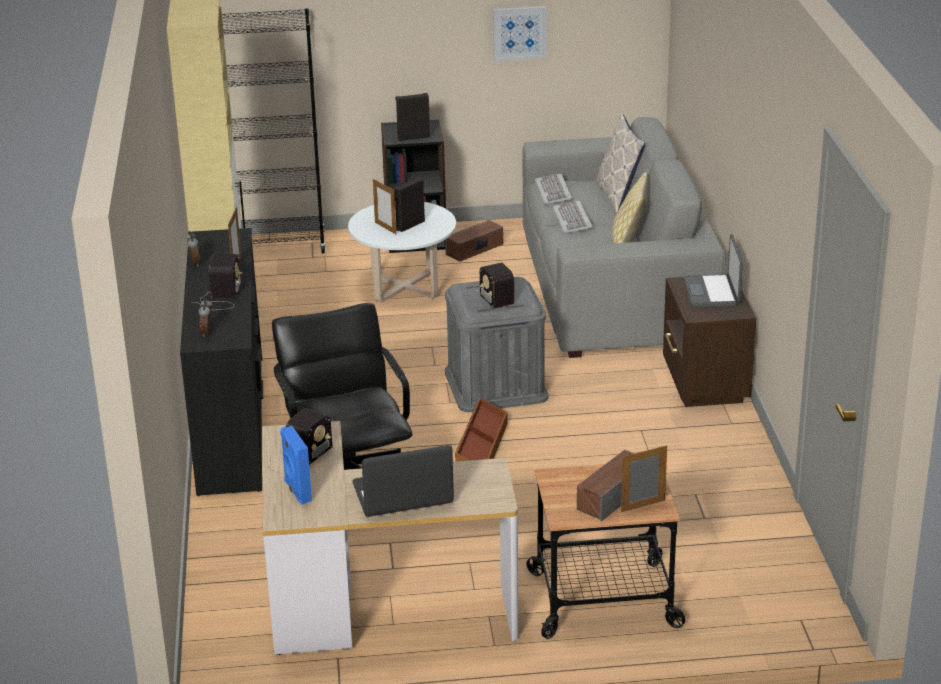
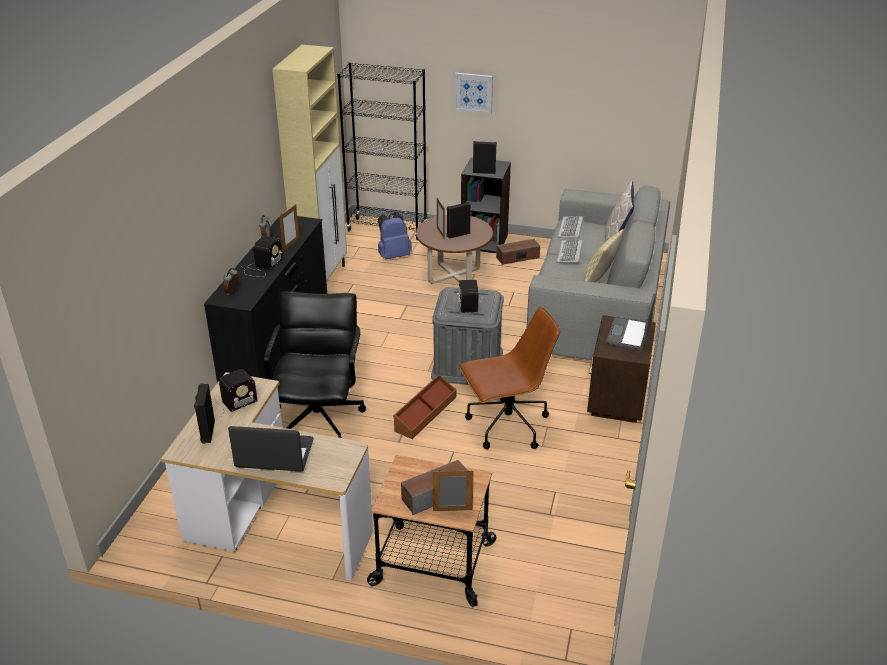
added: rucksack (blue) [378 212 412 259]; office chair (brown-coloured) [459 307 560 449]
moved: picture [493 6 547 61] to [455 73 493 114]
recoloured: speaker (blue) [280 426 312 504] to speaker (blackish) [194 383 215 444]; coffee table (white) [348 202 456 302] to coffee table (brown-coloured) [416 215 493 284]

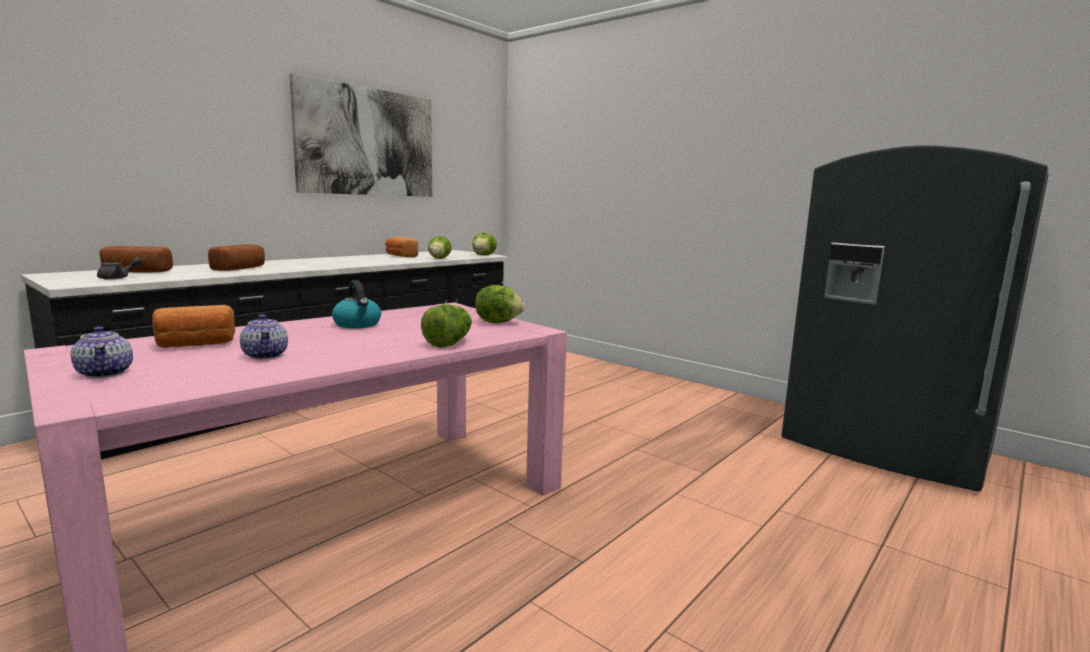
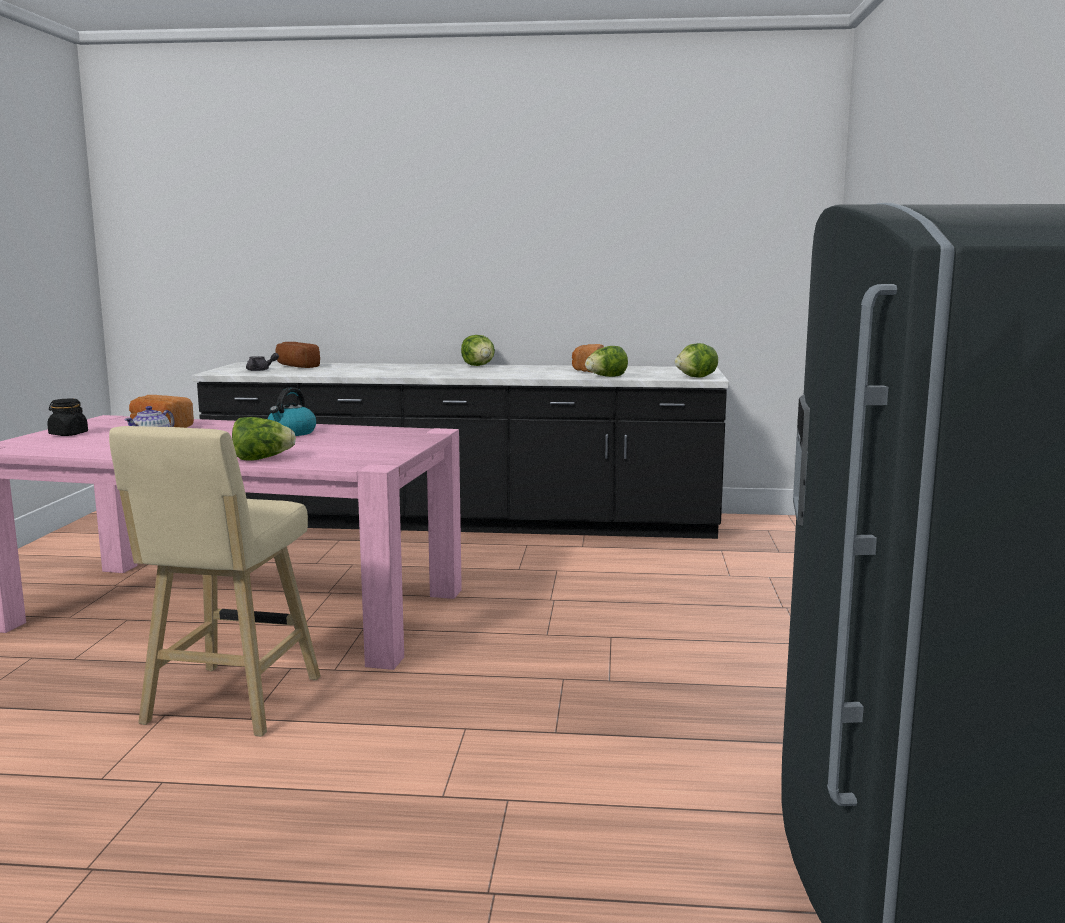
removed: bread [208 244 265 271]; picture [289 73 432 197]
added: stool seat (beige-coloured) [109 426 321 737]
moved: lettuce head [475 285 525 323] to [461 335 495 366]
replaced: tea pot [71 326 133 378] to storage jar (blackish) [47 399 88 436]

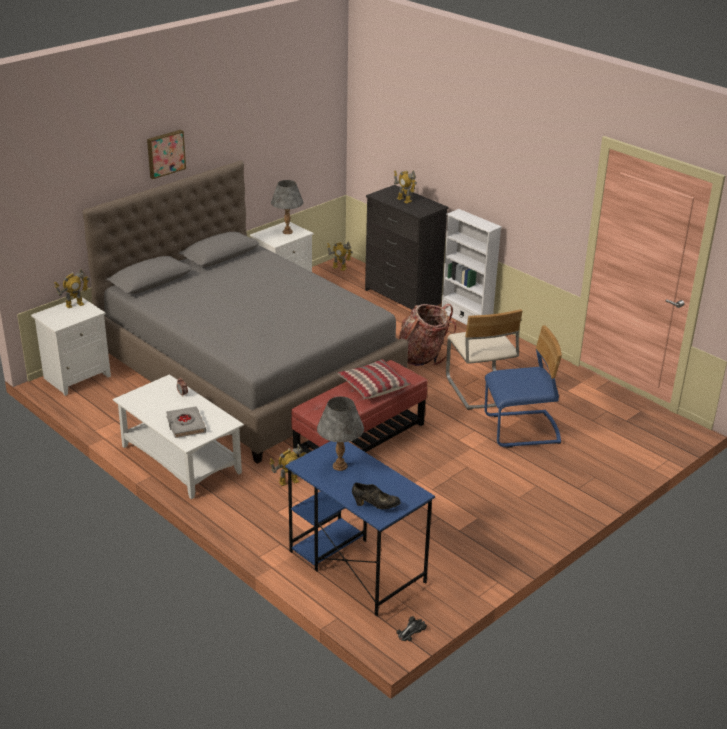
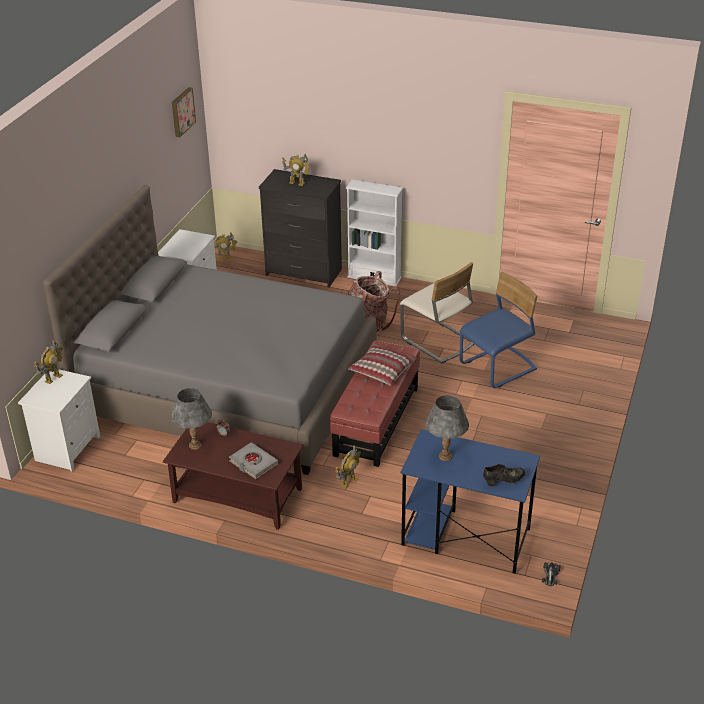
moved: tabletop lamp (grey) [271 180 304 234] to [171 388 212 450]; picture [147 130 186 179] to [172 87 196 137]
recoloured: coffee table (white) [113 375 244 499] to coffee table (brown-coloured) [163 422 303 530]

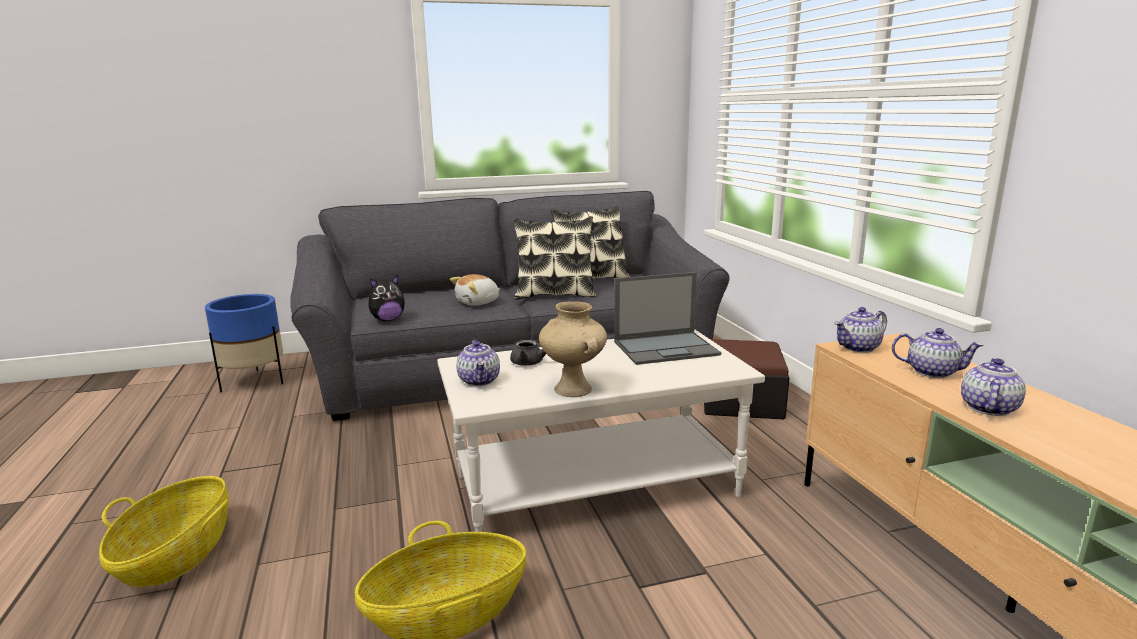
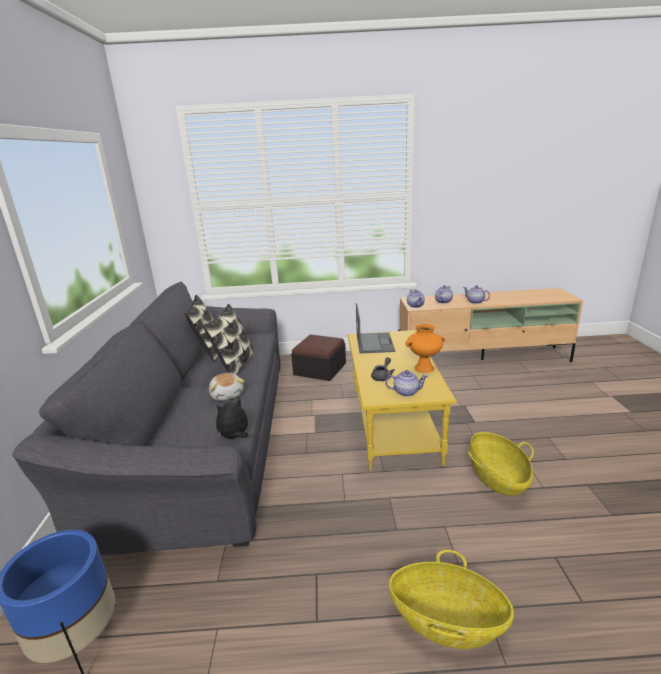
recoloured: coffee table (white) [437 330 765 532] to coffee table (yellow) [348 330 456 471]; vase (beige-coloured) [539 301 607 397] to vase (orange-coloured) [405 324 445 373]
turned: plush toy [368 275 405 321] = [216 398 248 439] 105 degrees counterclockwise

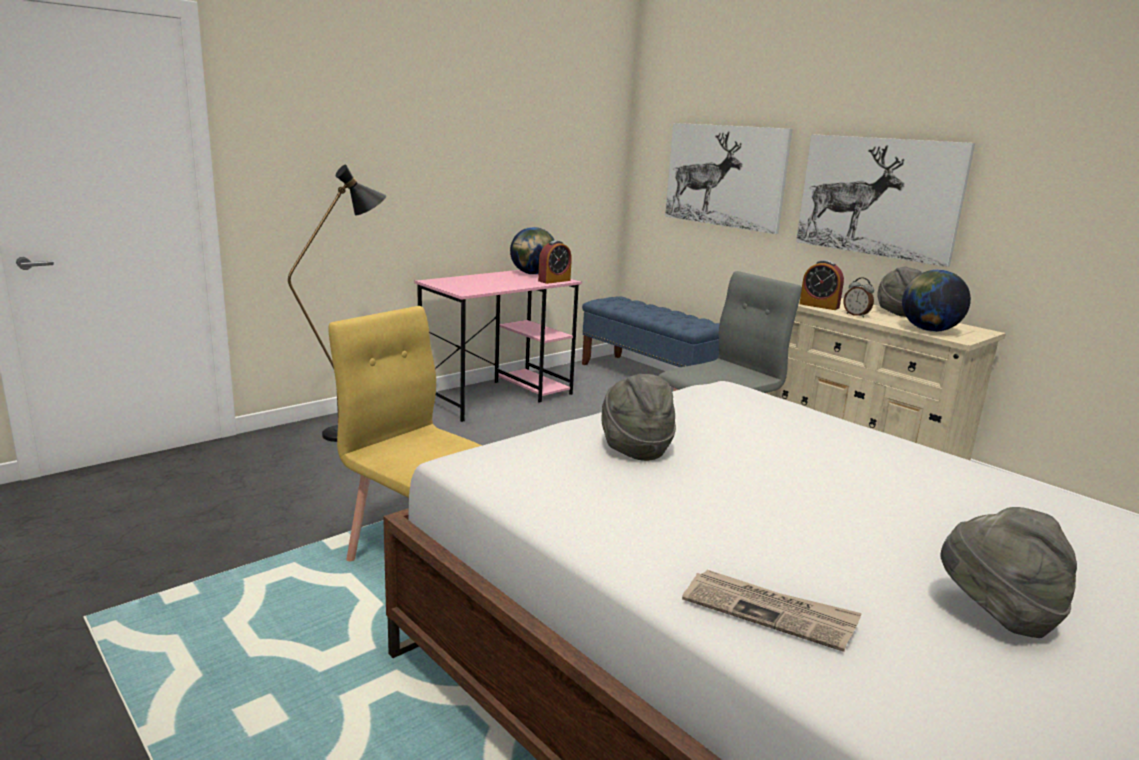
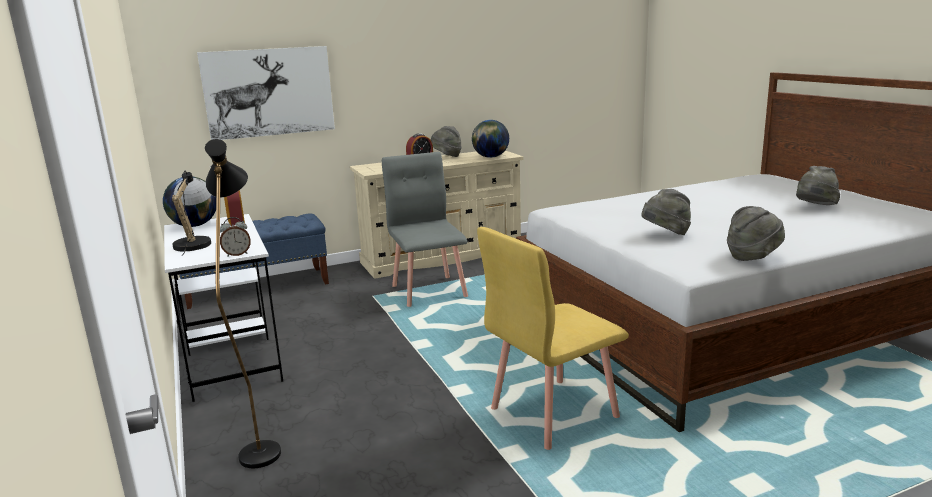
removed: newspaper [682 570 861 652]; picture [796 134 975 267]
added: tabletop lamp [172 171 211 255]; wearable hat (grey) [727 206 785 261]
moved: alarm clock [843 277 874 318] to [220 217 251 257]
recoloured: desk (pinkish) [414 270 582 422] to desk (white) [164 214 283 402]

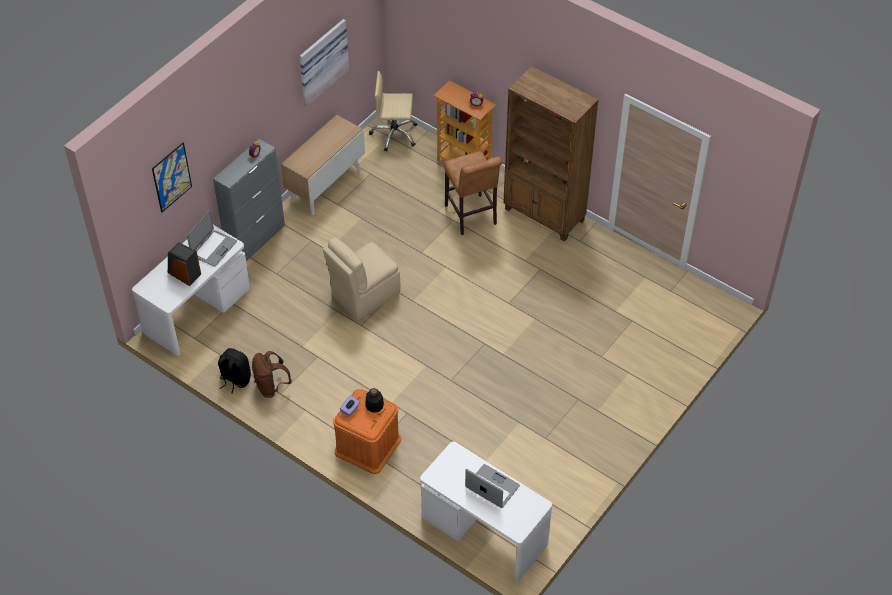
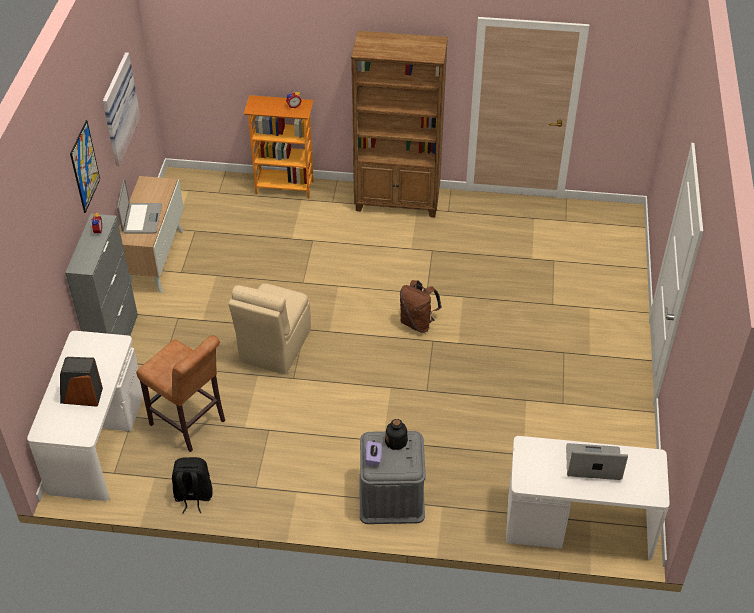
removed: office chair (beige-coloured) [369 71 417 152]
moved: picture [152 143 192 212] to [70 120 100 213]; notebook computer [187 211 237 266] to [117 179 162 234]; stool seat (brown-coloured) [444 151 502 235] to [136 335 225 452]; rucksack (brown-coloured) [252 351 292 398] to [400 280 441 333]
recoloured: storage container (orange-coloured) [333 389 401 474] to storage container (grey) [359 431 426 524]

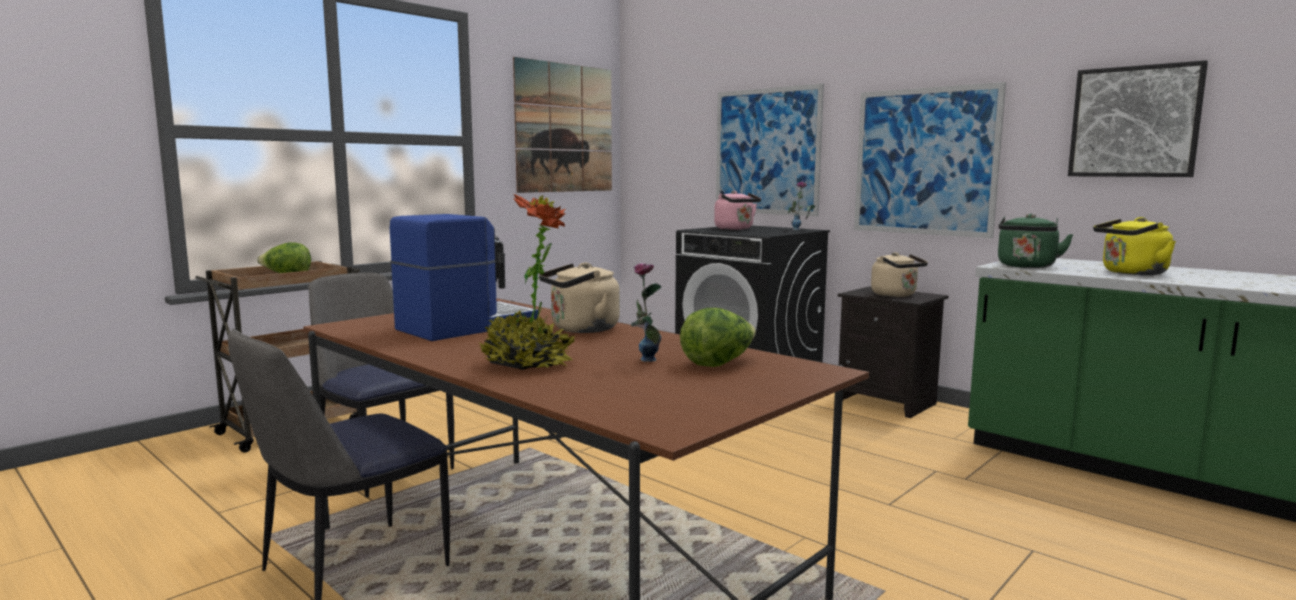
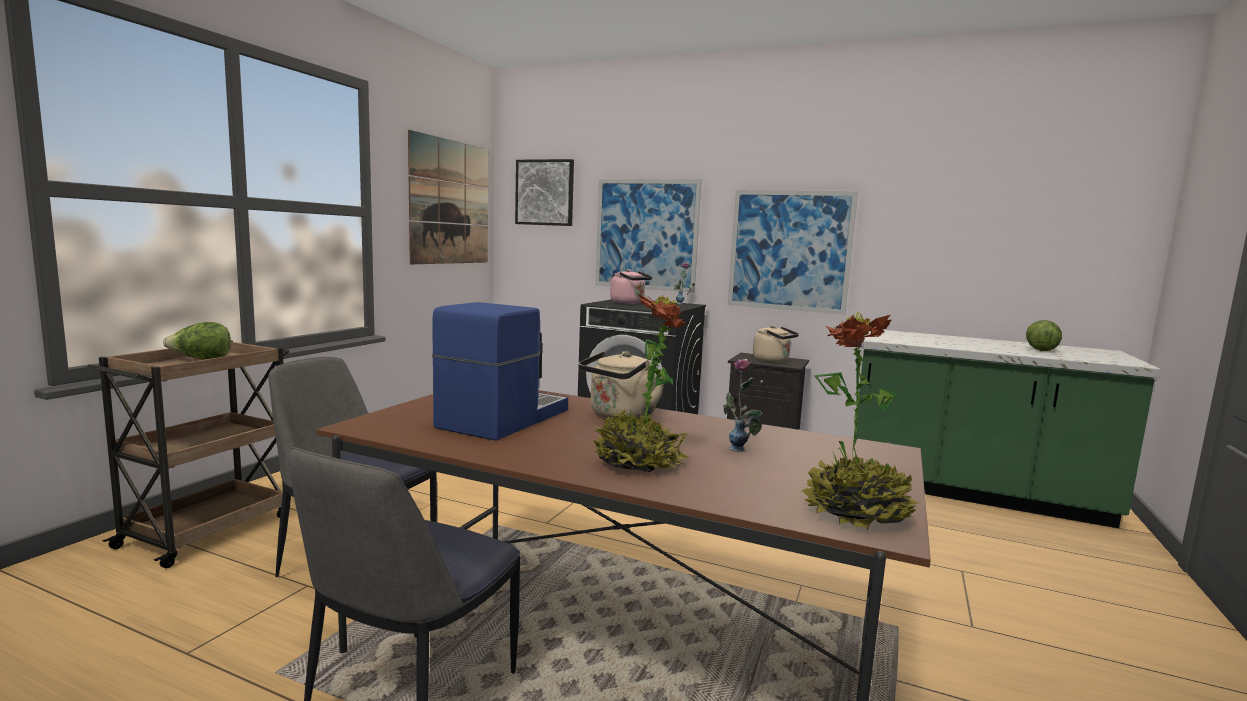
removed: kettle (green) [998 214 1074 268]; kettle (yellow) [1093 217 1176 275]
added: houseplant [801 312 922 530]
moved: picture [1068 60 1208 177] to [515 159 574 226]; lettuce head [680 308 756 367] to [1026 320 1062 351]

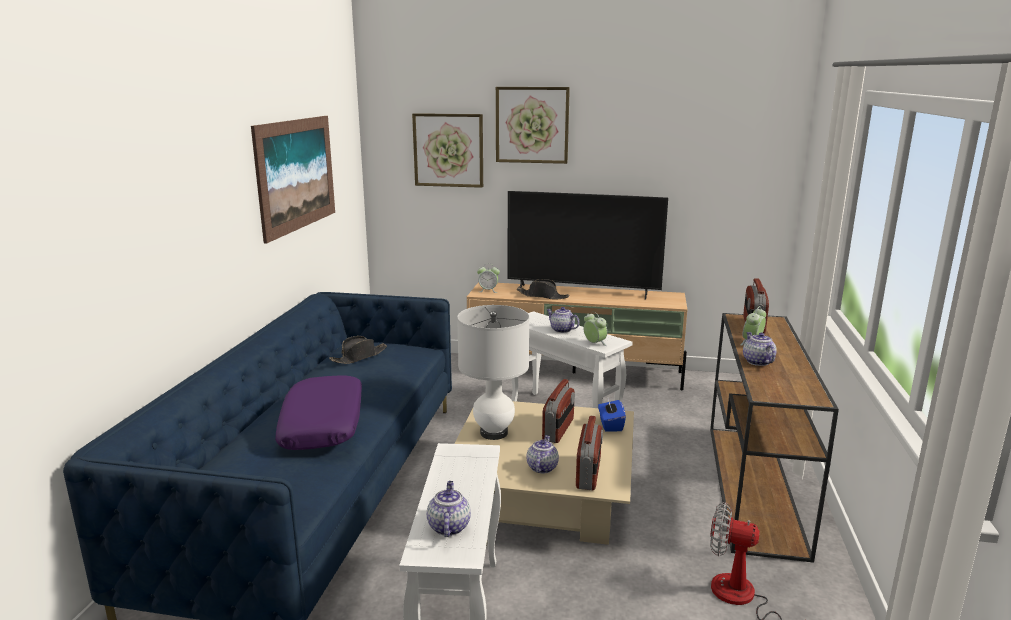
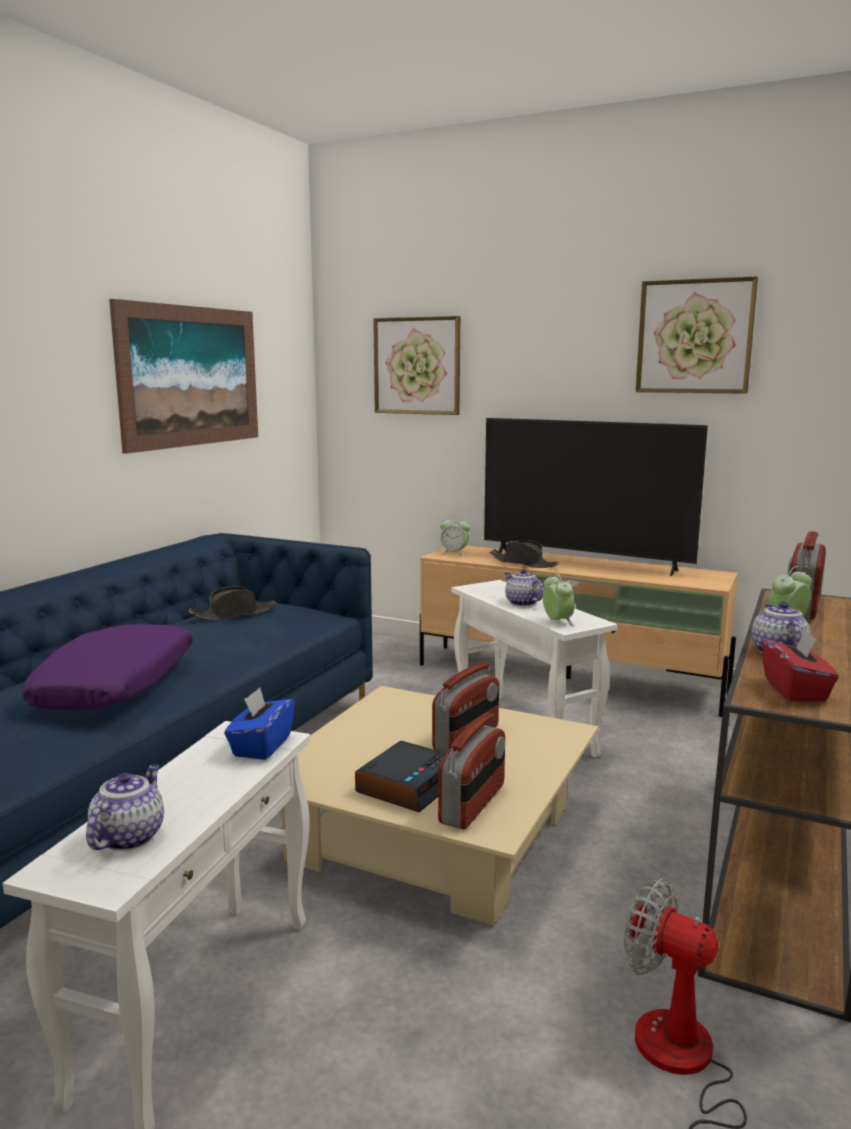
removed: tabletop lamp (white) [457 305 529 440]
added: tissue box (red-coloured) [762 630 839 702]
moved: tissue box (blue) [598 399 626 431] to [224 687 295 760]; picture [496 87 570 164] to [636 276 758 394]
replaced: tea pot [526 435 559 473] to alarm clock [355 741 446 812]

